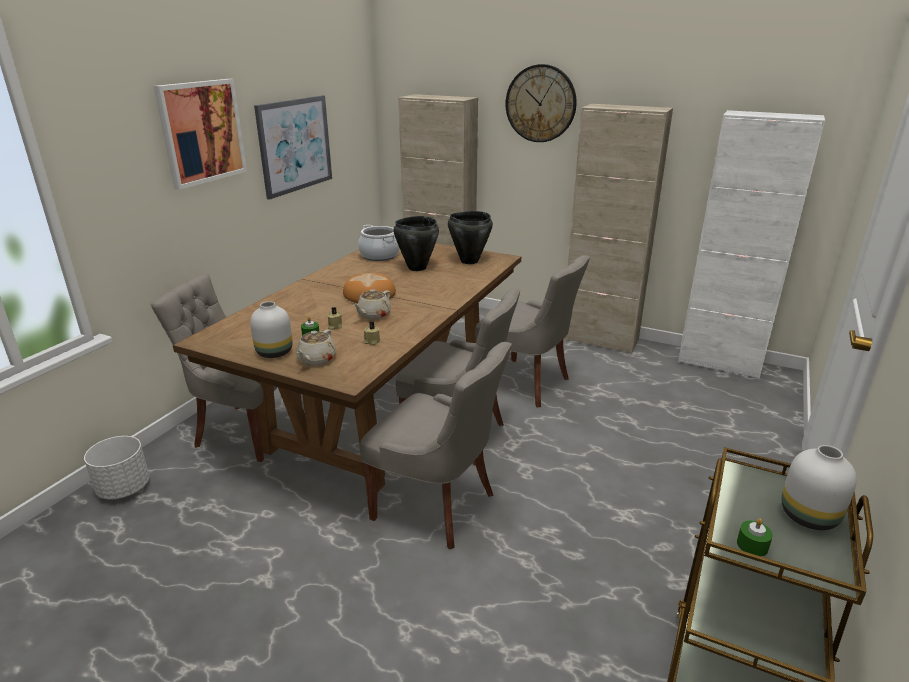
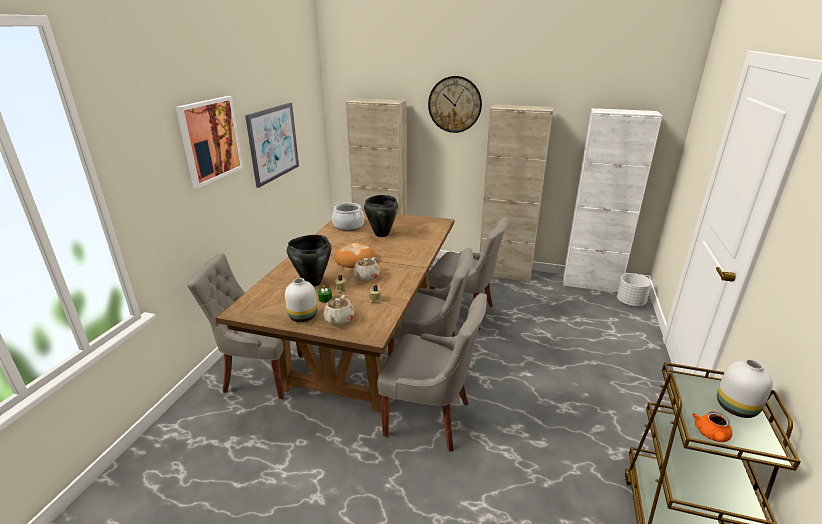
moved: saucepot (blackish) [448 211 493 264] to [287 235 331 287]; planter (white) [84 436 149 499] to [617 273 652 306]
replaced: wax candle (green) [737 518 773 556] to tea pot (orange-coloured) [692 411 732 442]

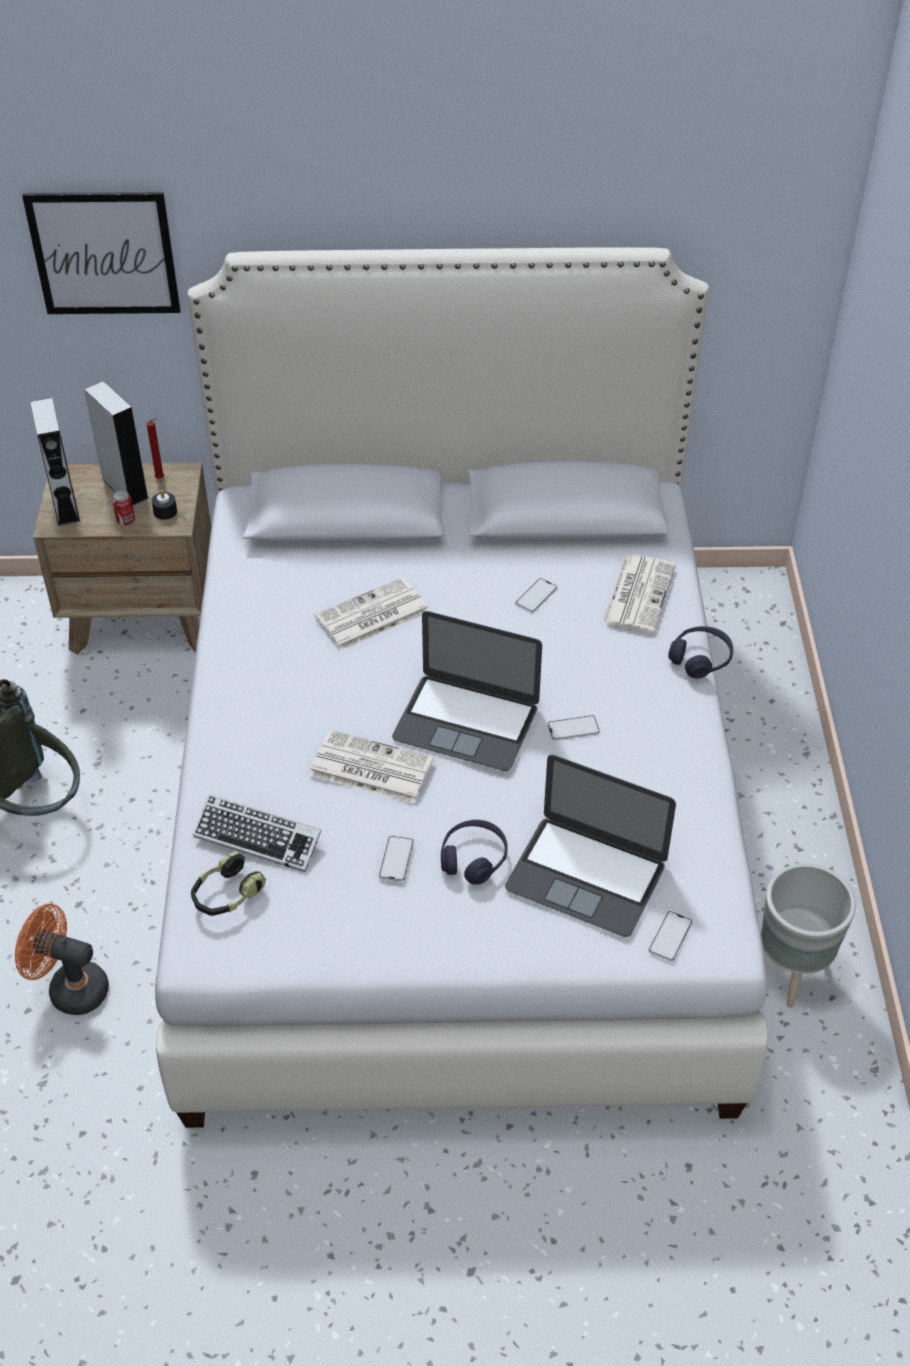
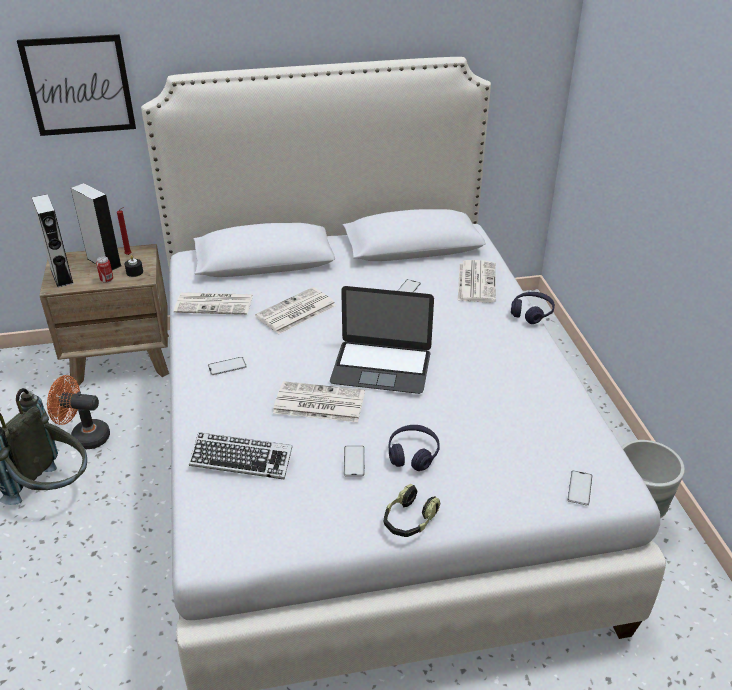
removed: notebook computer [505 755 676 937]
added: newspaper [174 292 253 315]
moved: fan (orange-coloured) [15 904 109 1015] to [47 375 110 449]; phone [547 715 600 740] to [208 357 247 375]; pair of headphones [191 851 266 916] to [384 484 440 537]

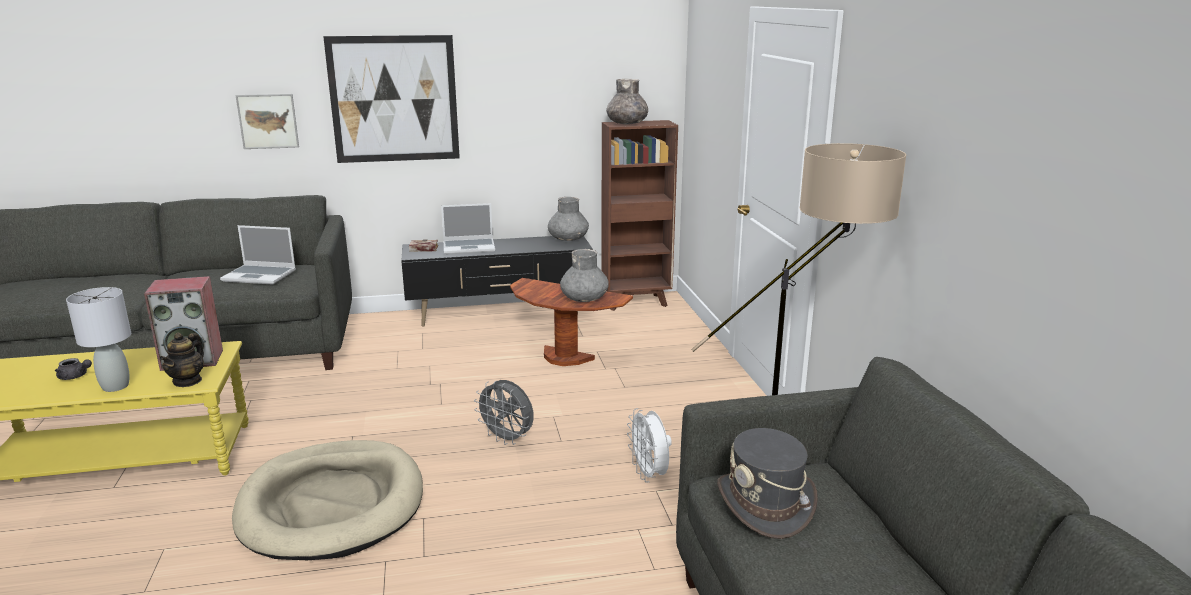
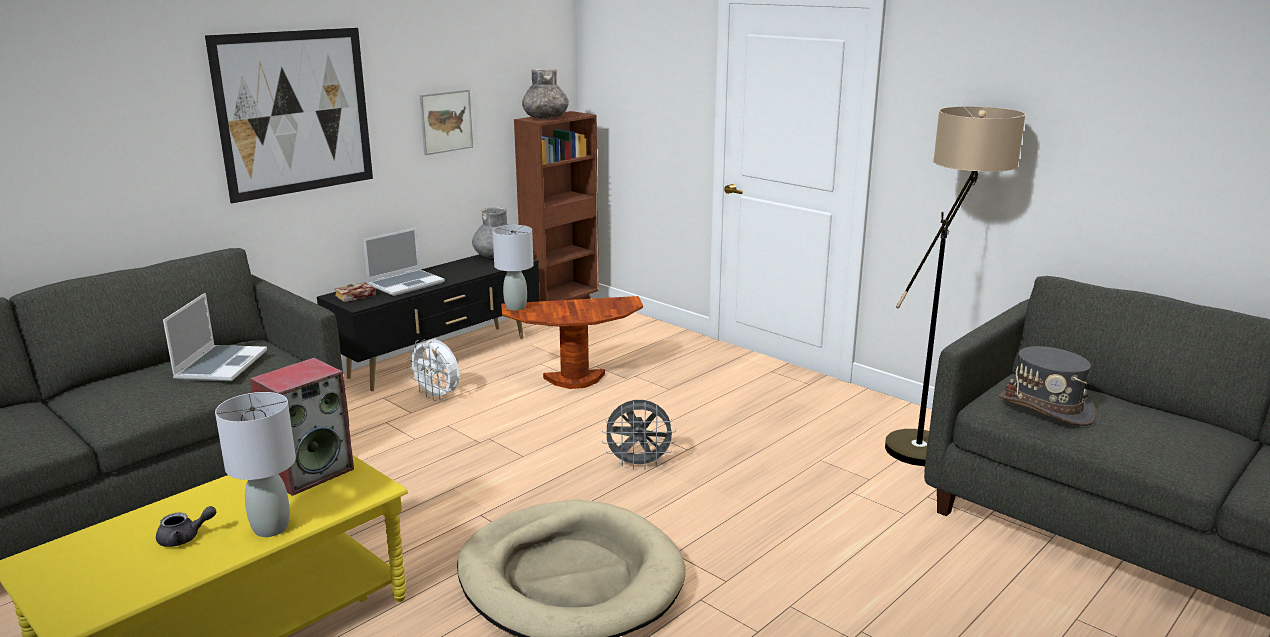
removed: tea pot [159 332 204 387]; vase (grey) [560 249 609 302]
added: tabletop lamp (grey) [492 225 534 311]
moved: fan (white) [627 408 672 483] to [407 339 459 401]; picture [235 94 299 149] to [419 89 473 155]
turned: notebook computer [220 225 296 285] = [163 293 267 381] 60 degrees counterclockwise

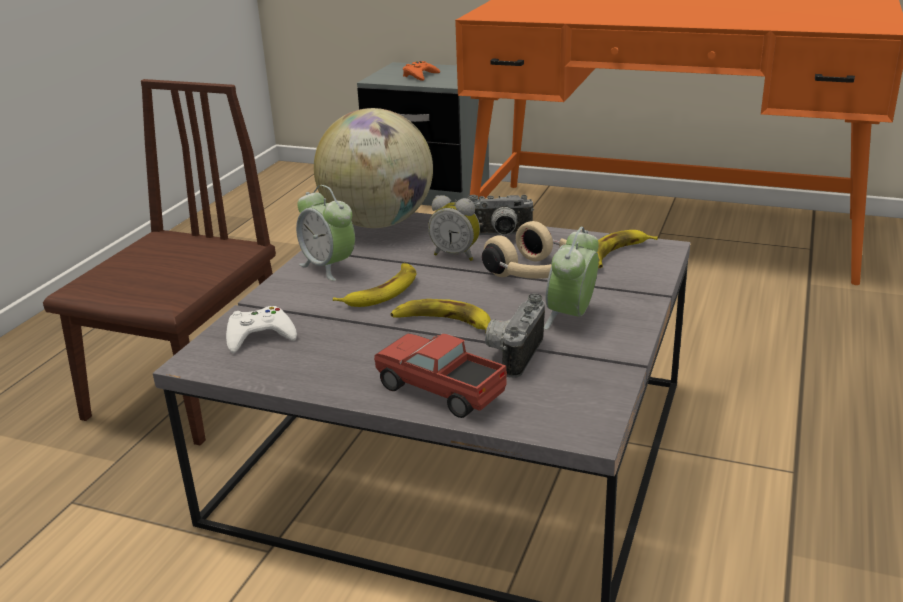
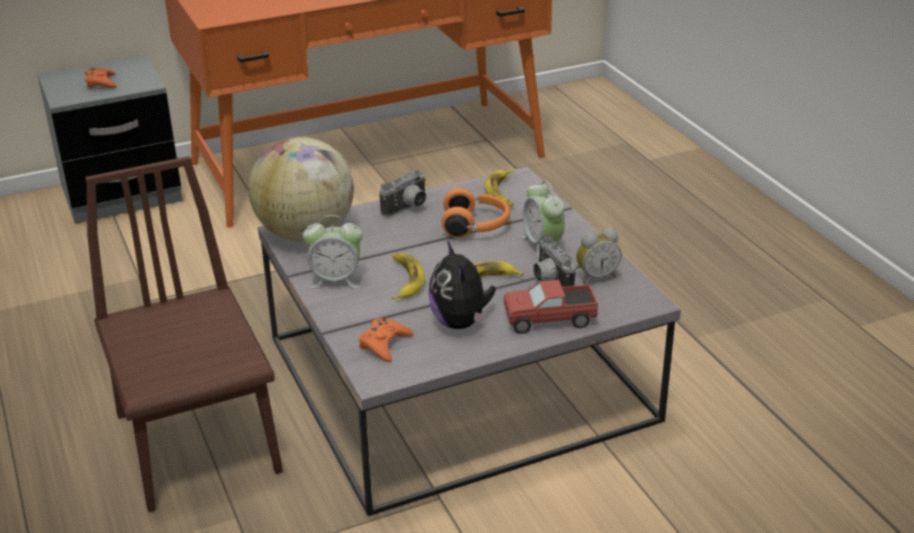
added: plush toy [428 240 496 329]
moved: alarm clock [428 195 480 261] to [576 228 621 284]
recoloured: game controller (white) [226 306 297 353] to game controller (orange-coloured) [359 318 414 362]; pair of headphones (beige-coloured) [482 221 567 279] to pair of headphones (orange-coloured) [442 188 510 238]

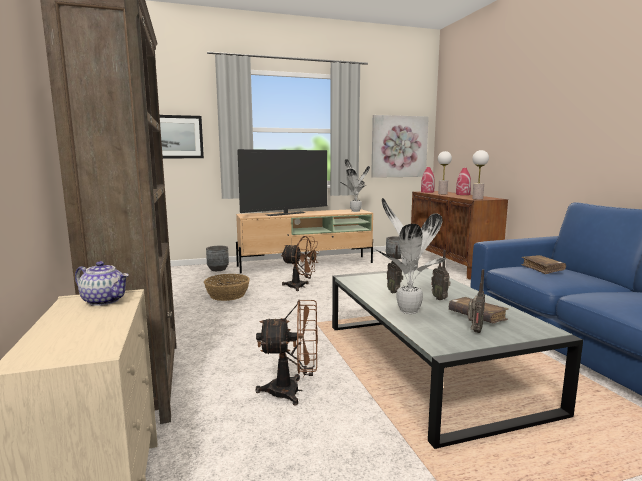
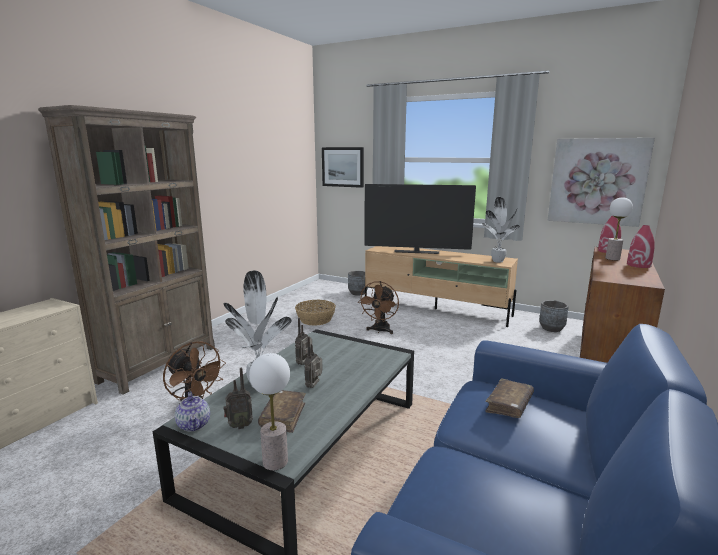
moved: tea pot [75 261 129 306] to [175 392 210 431]; tabletop lamp [472 150 489 200] to [249 353 290 471]
turned: fan (brown-coloured) [281 236 319 291] = [358 281 399 334] 45 degrees clockwise

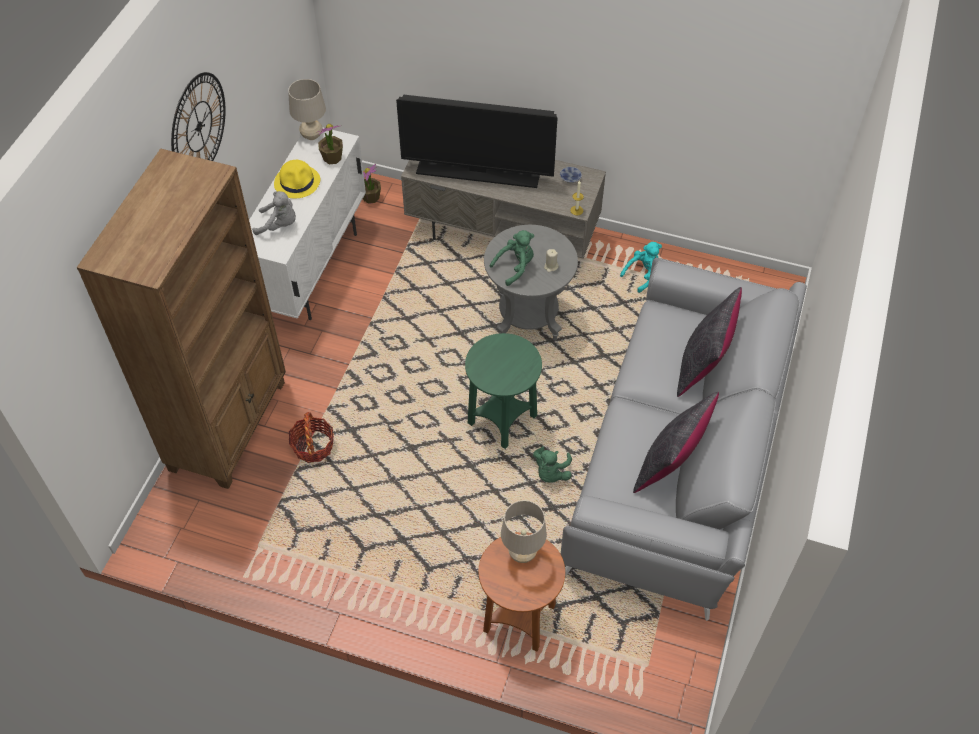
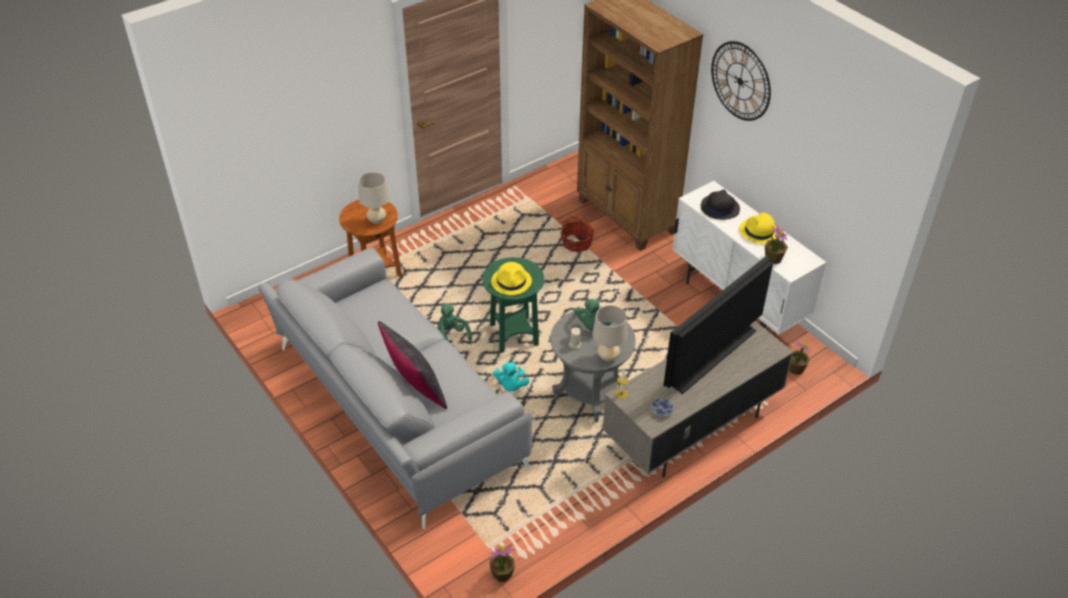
removed: cushion (blackish) [633 392 719 493]
added: houseplant [490 546 515 582]; wearable hat (yellow) [491 262 532 295]
moved: plush toy (blue-green) [620 242 662 293] to [493 362 529 391]; tabletop lamp (beige-coloured) [288 79 326 140] to [592 305 628 361]
replaced: plush toy (grey) [252 191 296 235] to wearable hat (blackish) [701 189 740 220]

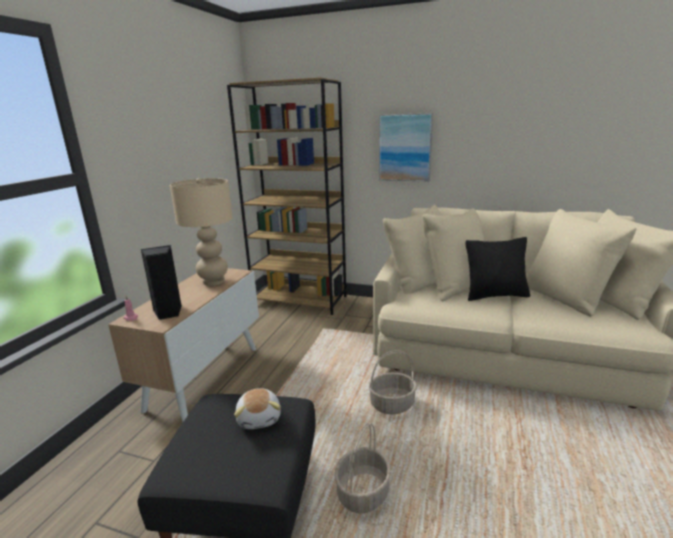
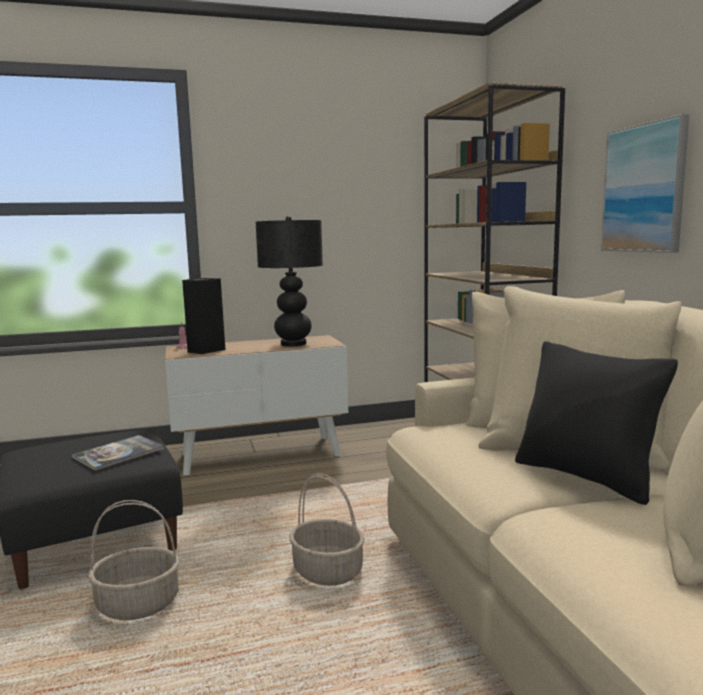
replaced: plush toy [234 388 281 429] to volume [72 435 164 471]
recoloured: tabletop lamp (beige-coloured) [170 178 233 286] to tabletop lamp (blackish) [256 216 323 346]

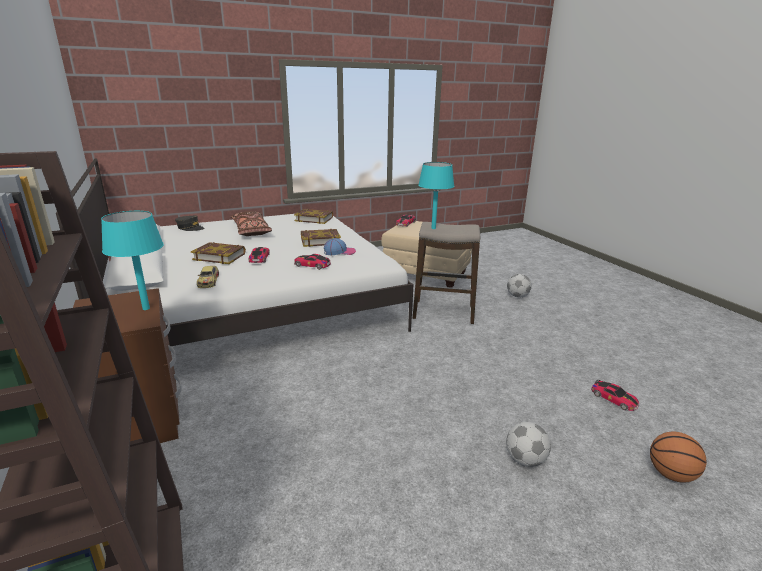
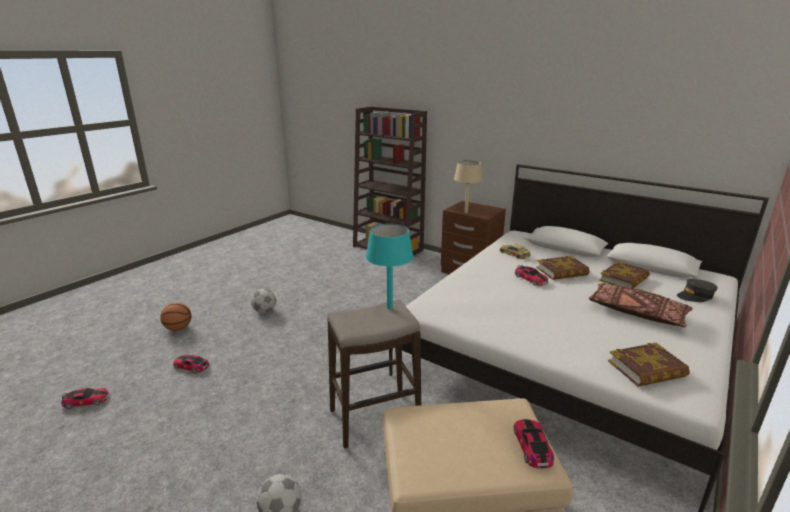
removed: cap [324 238 356 256]
moved: miniature car [294 254 331 270] to [61 388 110 409]; volume [301 229 341 247] to [599 261 650 289]
recoloured: tabletop lamp (blue-green) [101 211 164 310] to tabletop lamp (beige-coloured) [454 160 483 213]

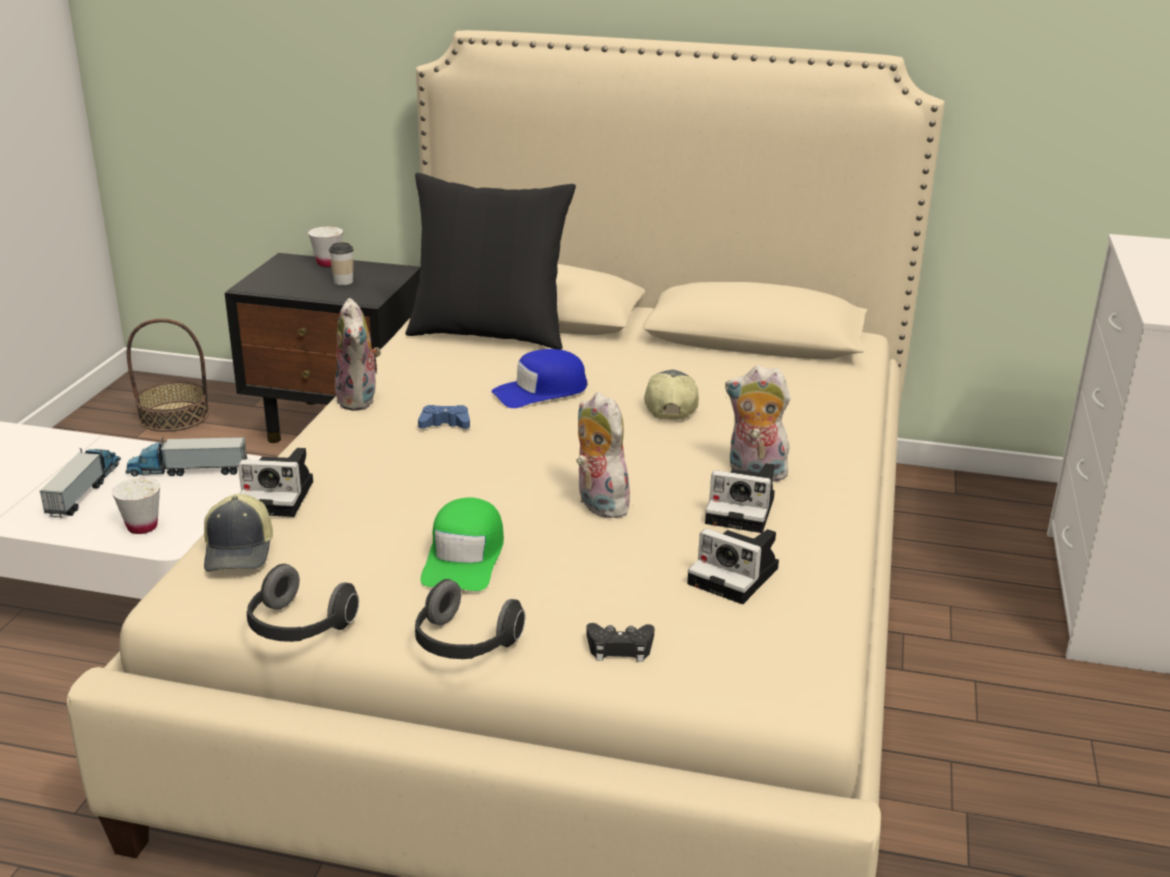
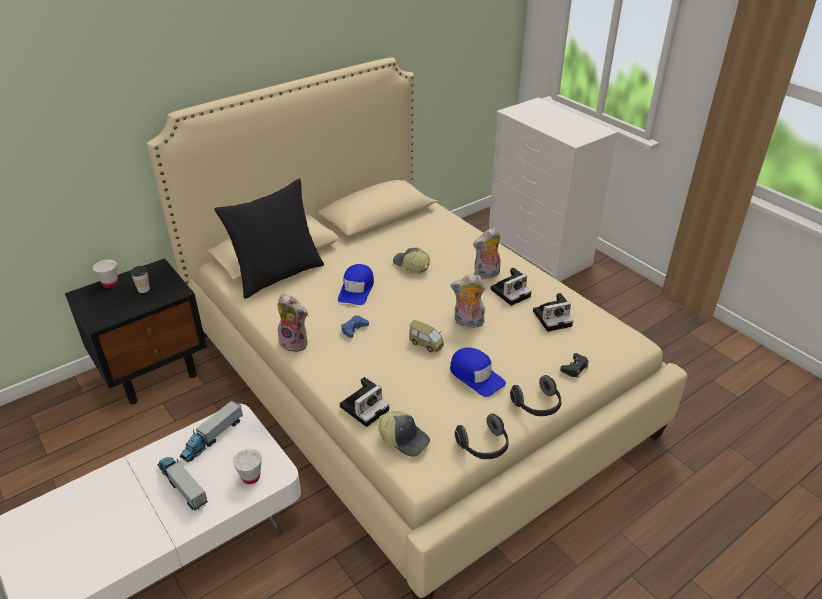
removed: storage basket [127 318 209 432]
added: miniature car [409 320 444 352]
recoloured: cap (green) [421 498 504 591] to cap (blue) [450 348 506 397]

